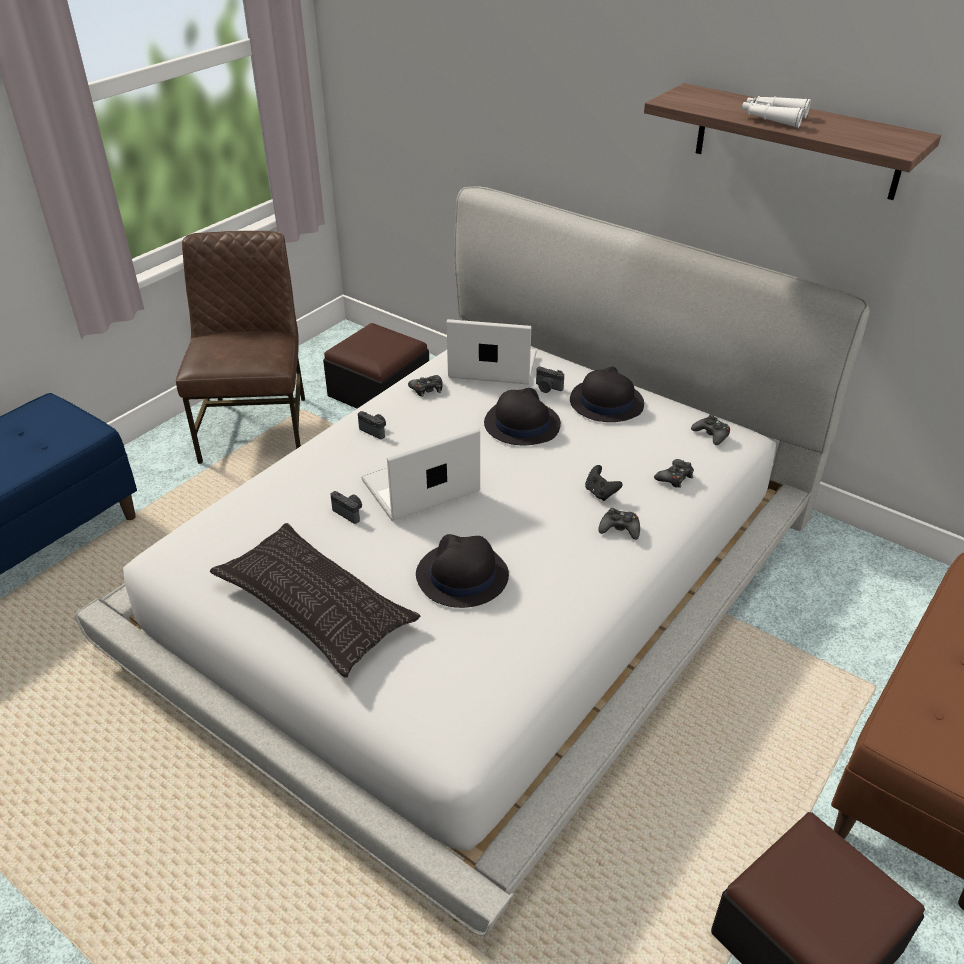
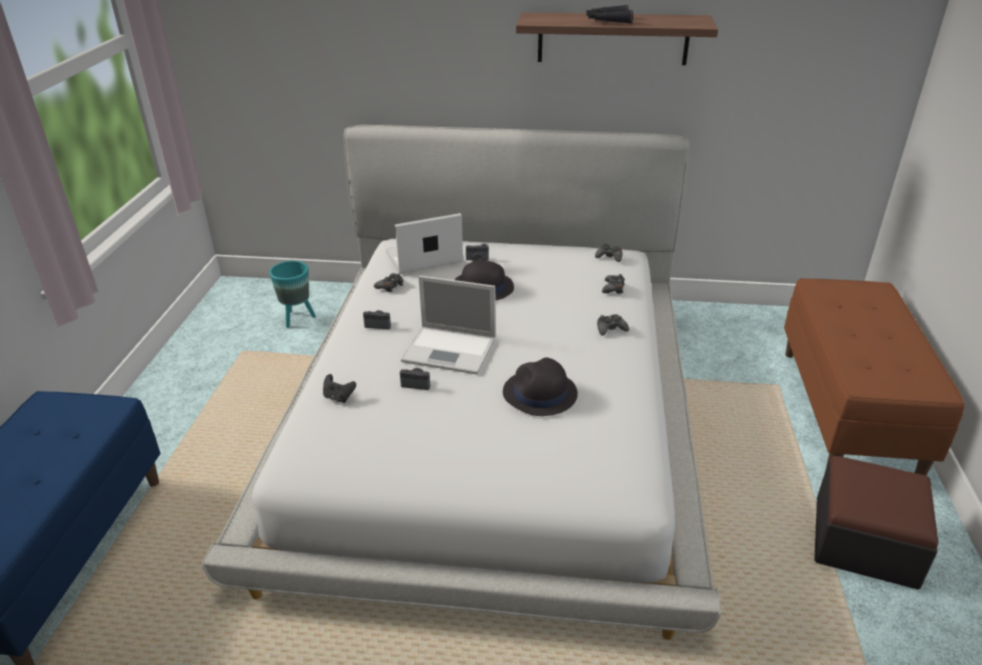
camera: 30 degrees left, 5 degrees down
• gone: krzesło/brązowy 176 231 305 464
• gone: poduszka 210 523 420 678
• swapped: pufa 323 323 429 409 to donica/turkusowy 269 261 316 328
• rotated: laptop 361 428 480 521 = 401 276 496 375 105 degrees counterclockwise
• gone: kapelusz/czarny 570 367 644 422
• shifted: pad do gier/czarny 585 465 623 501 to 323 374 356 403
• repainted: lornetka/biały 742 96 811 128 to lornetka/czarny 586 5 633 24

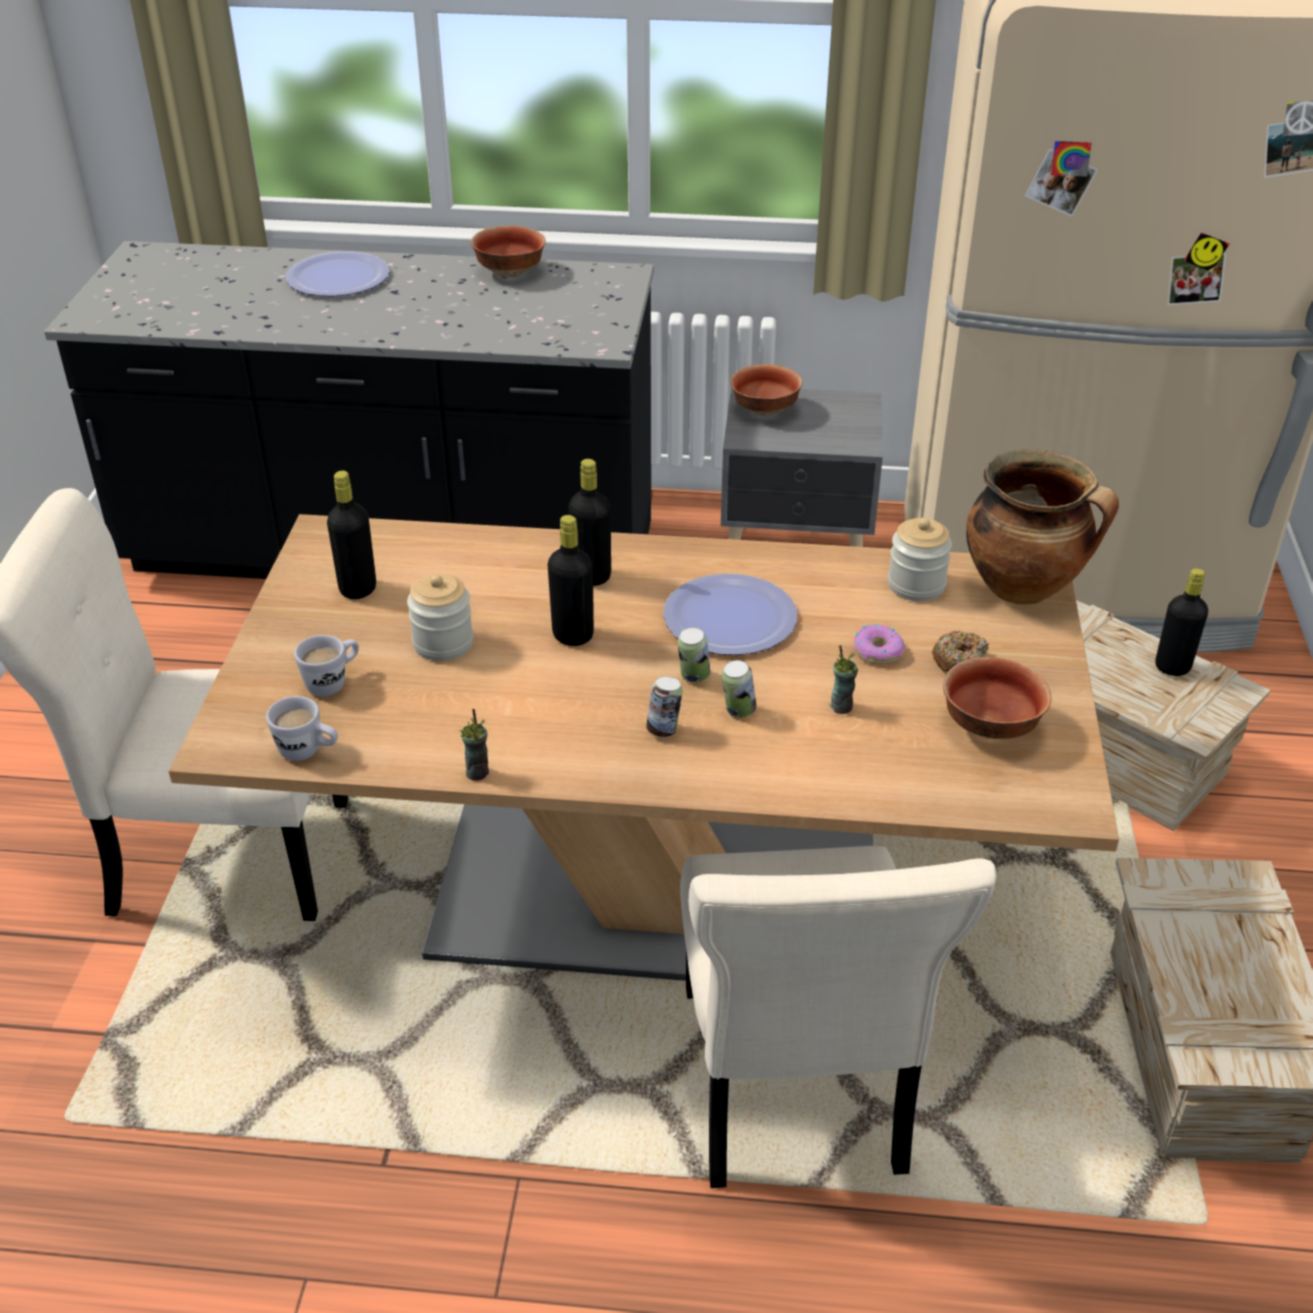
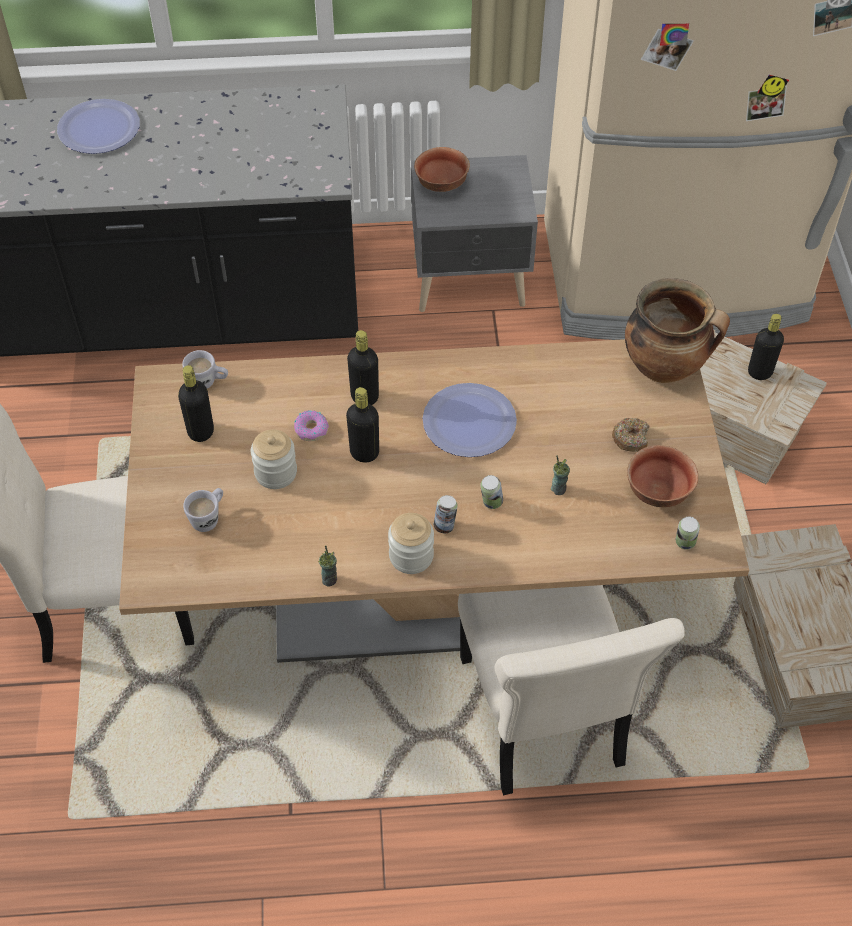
camera: 10 degrees left, 15 degrees up
• shifted: kubek/biały 266 696 338 761 to 182 350 228 389
• gone: miska 471 226 546 278
• shifted: puszka 678 627 710 683 to 676 517 700 550
• shifted: donut 854 624 905 664 to 294 410 329 441
• shifted: słoik 888 518 952 601 to 388 513 434 574

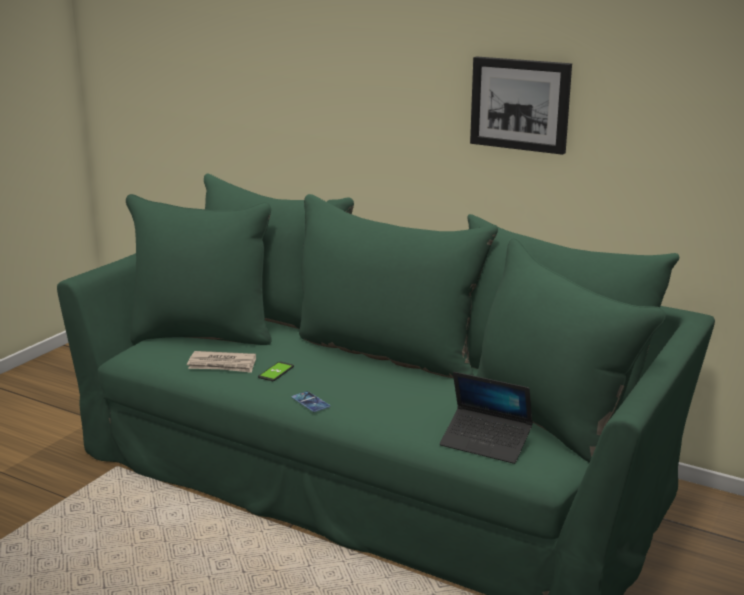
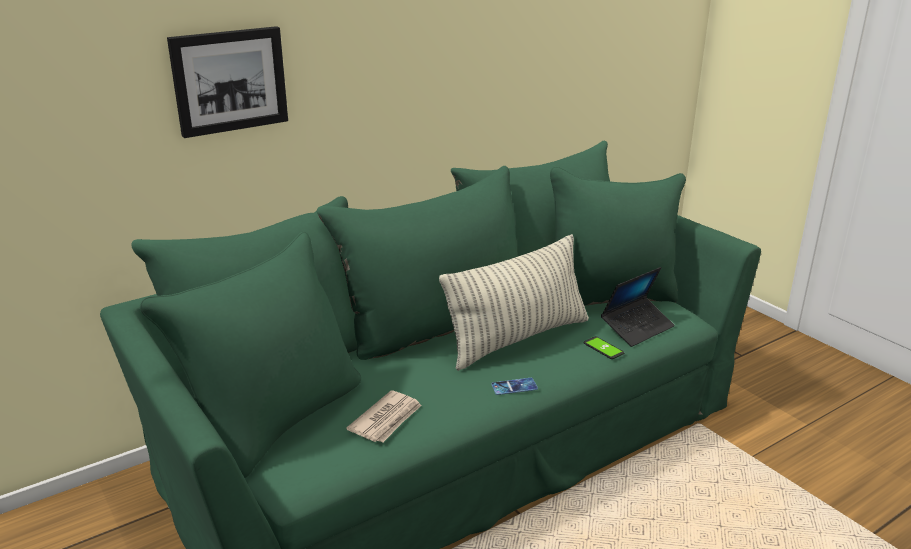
camera: 65 degrees left, 5 degrees up
• shifted: telefon 258 362 294 381 to 583 336 624 359
• shifted: obraz 470 56 572 155 to 167 26 288 138
• new: poduszka 439 234 589 371

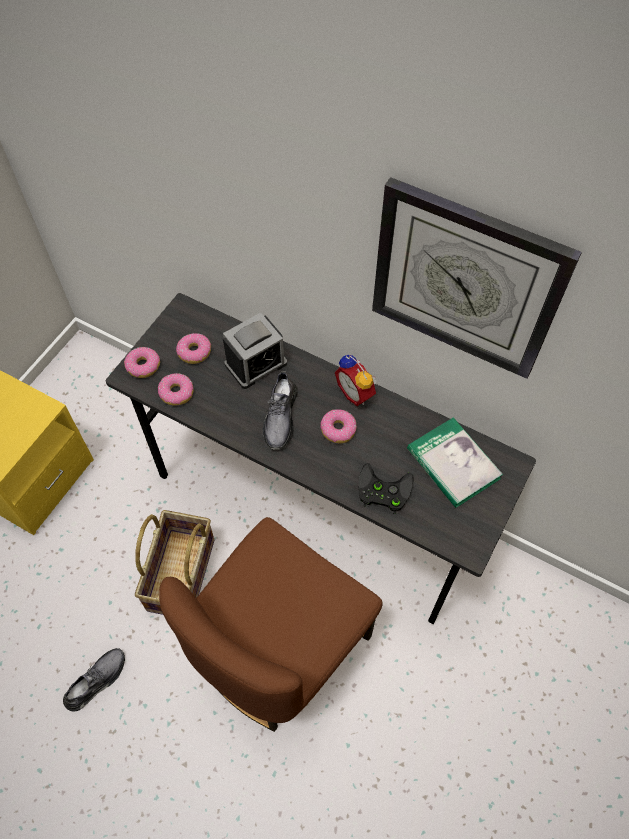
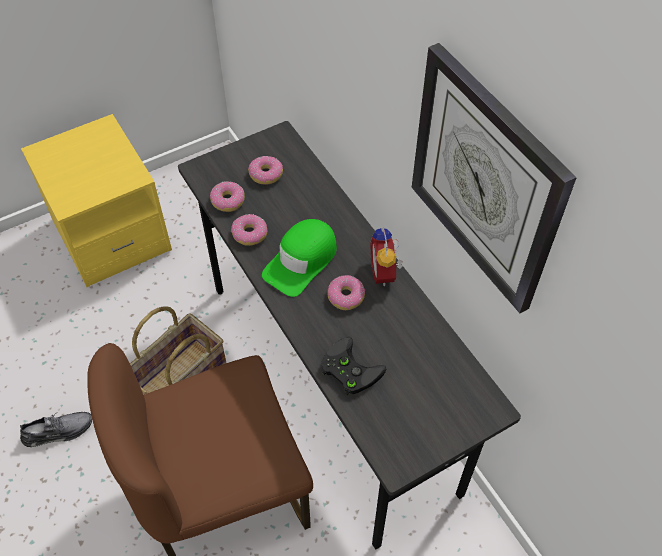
camera: 30 degrees right, 5 degrees down
• shifted: donut 124 347 160 378 to 231 214 268 246
• gone: budzik 223 312 287 389
• swapped: but/szary 262 371 298 450 to czapka z daszkiem/zielony 262 219 337 297
• gone: książka 407 417 503 508

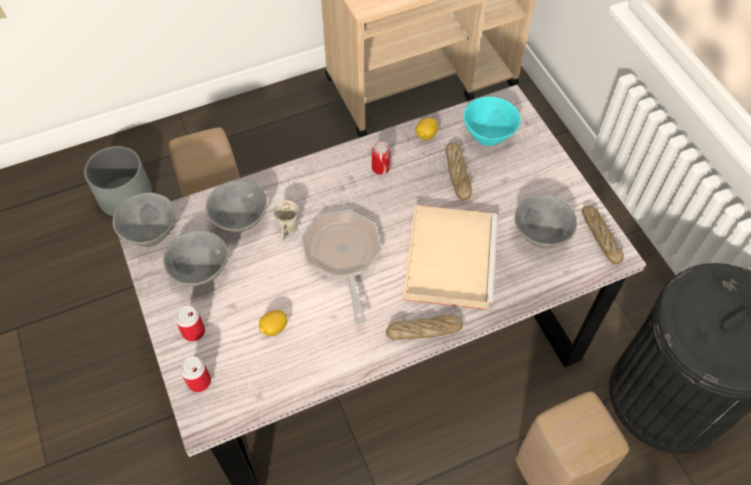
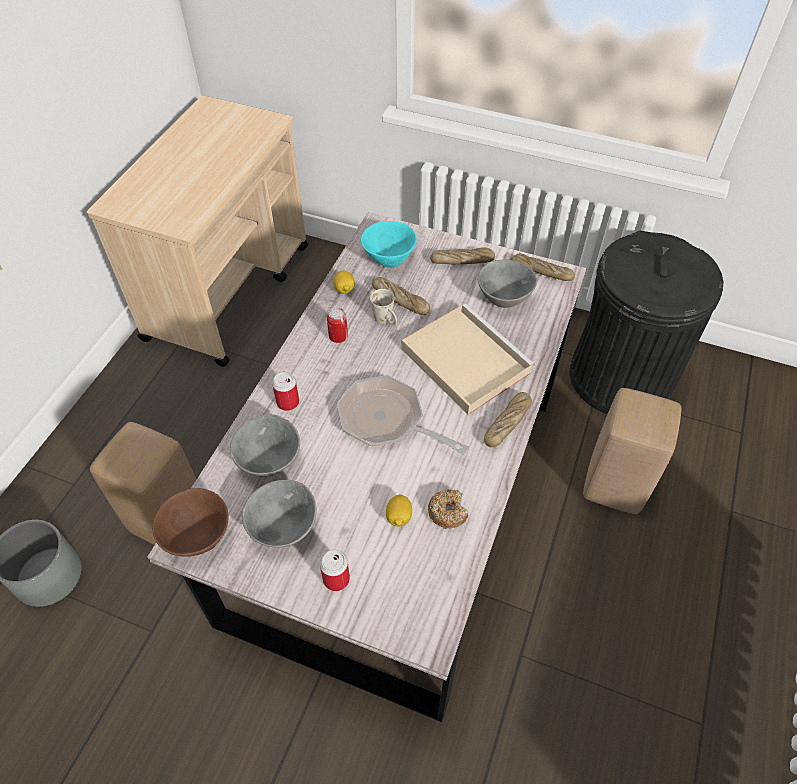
camera: 45 degrees left, 5 degrees down
• repainted: miska/szary 113 193 175 247 to miska/brązowy 152 488 229 556
• shifted: puszka 180 356 211 392 to 272 372 299 411
• shifted: kubek/biały 273 200 298 241 to 370 289 397 325
• new: donut 428 489 468 529
• new: chleb 430 247 495 264

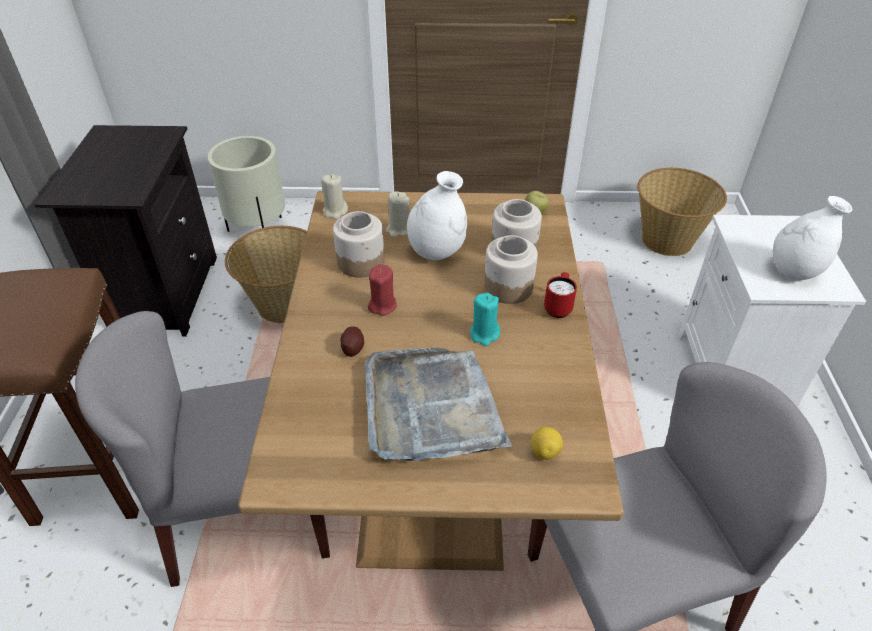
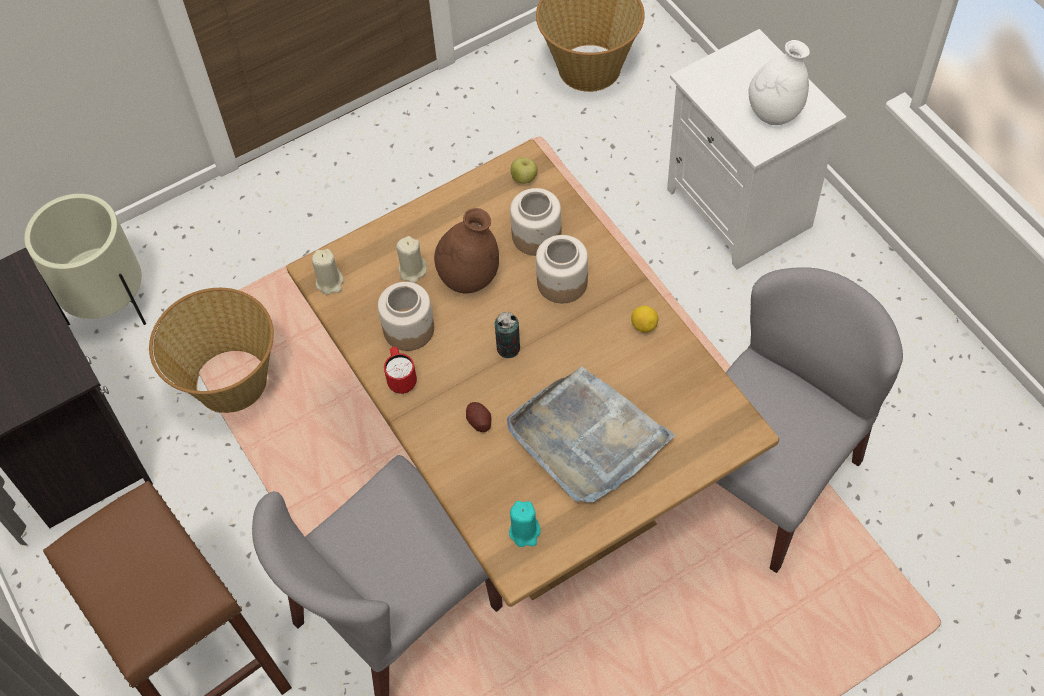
camera: 30 degrees left, 15 degrees up
• gone: świeca/czerwony 368 264 397 316
• repainted: wazon/biały 407 171 467 260 to wazon/brązowy 434 208 499 293
• shifted: świeca/turkusowy 470 292 500 346 to 509 501 541 547
• shifted: cytryna 531 427 563 460 to 631 306 658 333
• shifted: kubek/czerwony 544 272 577 318 to 384 347 417 394
• new: puszka 494 312 520 358

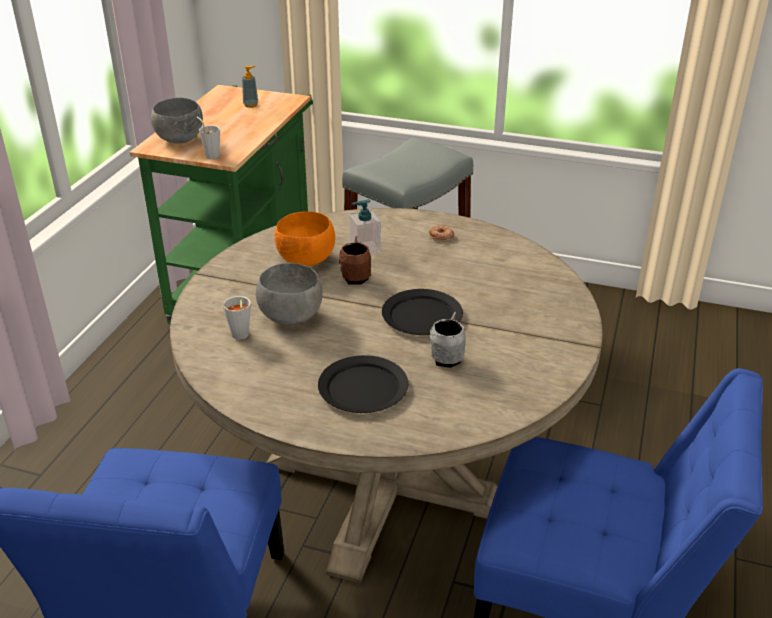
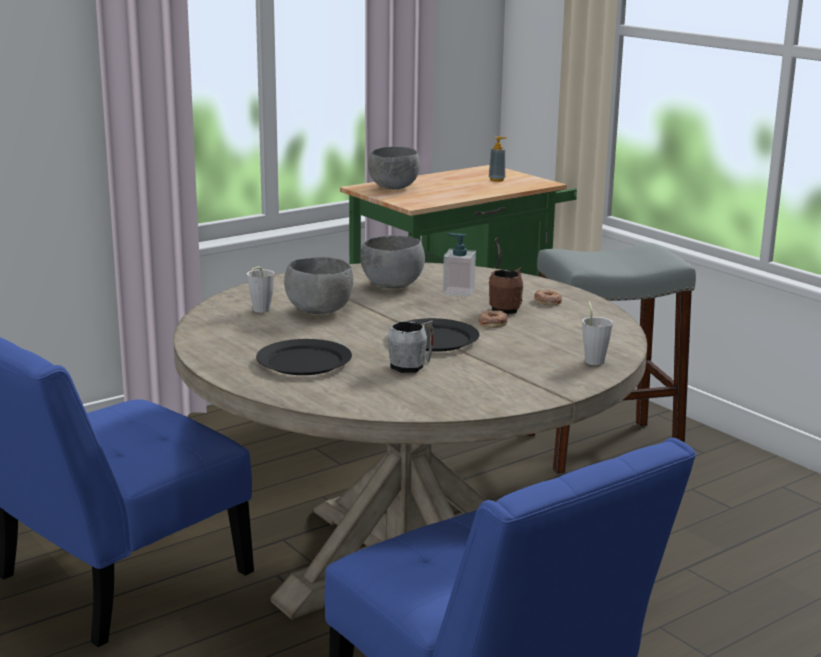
camera: 35 degrees right, 15 degrees down
• shifted: filiżanka/szary 197 117 220 159 to 582 302 613 365
• repainted: miska/pomarańczowy 275 211 335 266 to miska/szary 360 235 425 289
• shifted: kubek/brązowy 339 236 371 285 to 489 268 523 314
• new: donut 478 310 508 328

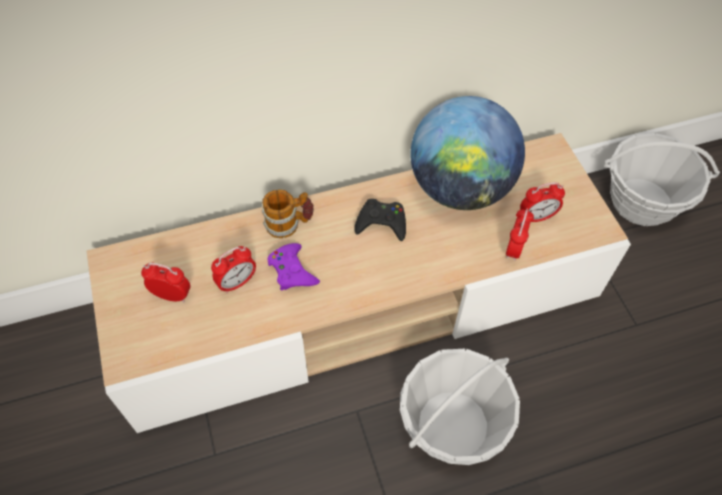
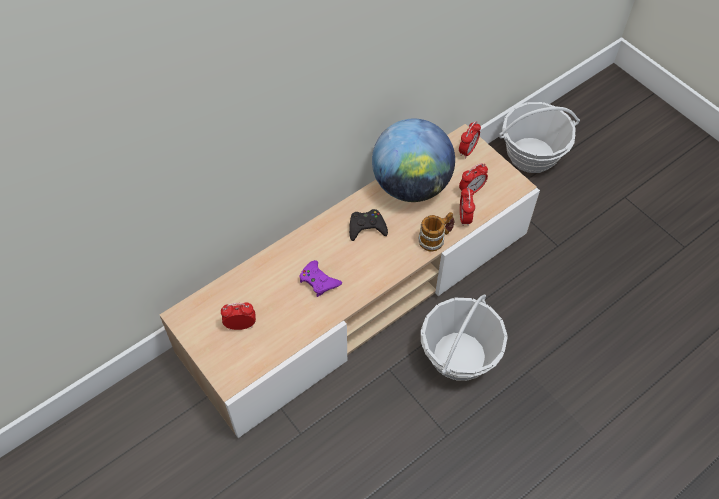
camera: 20 degrees left, 0 degrees up
• shifted: budzik 211 246 256 293 to 459 121 481 158
• shifted: kubek 262 189 314 238 to 419 212 454 252

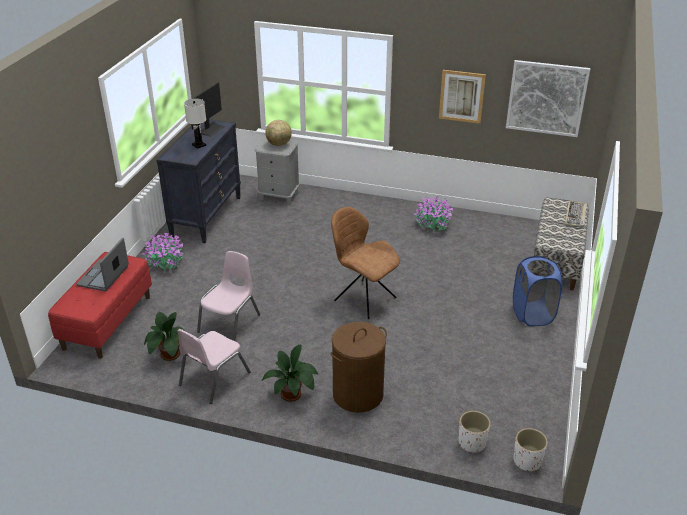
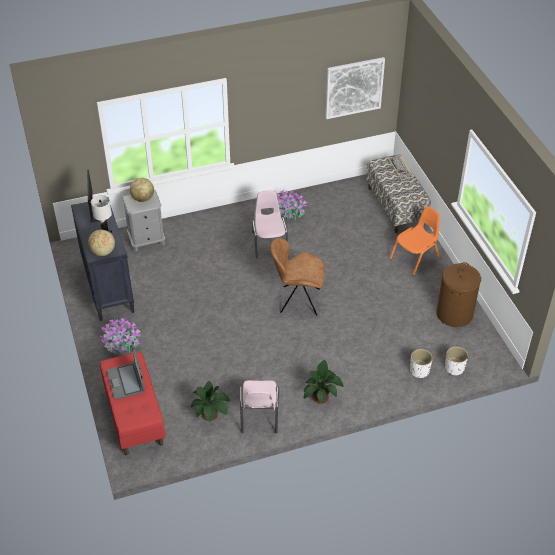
camera: 35 degrees left, 10 degrees up
• shifted: krzesło/różowy 197 251 261 341 to 252 191 288 259
• shifted: kosz na pranie/brązowy 331 322 387 413 to 437 262 481 327
• gone: obraz 439 70 486 124
• swapped: kosz na pranie/niebieski 513 256 562 326 to krzesło/pomarańczowy 390 206 440 276
• shifted: donica/biały 514 428 548 472 to 410 349 433 378
• new: globus 88 230 115 256

